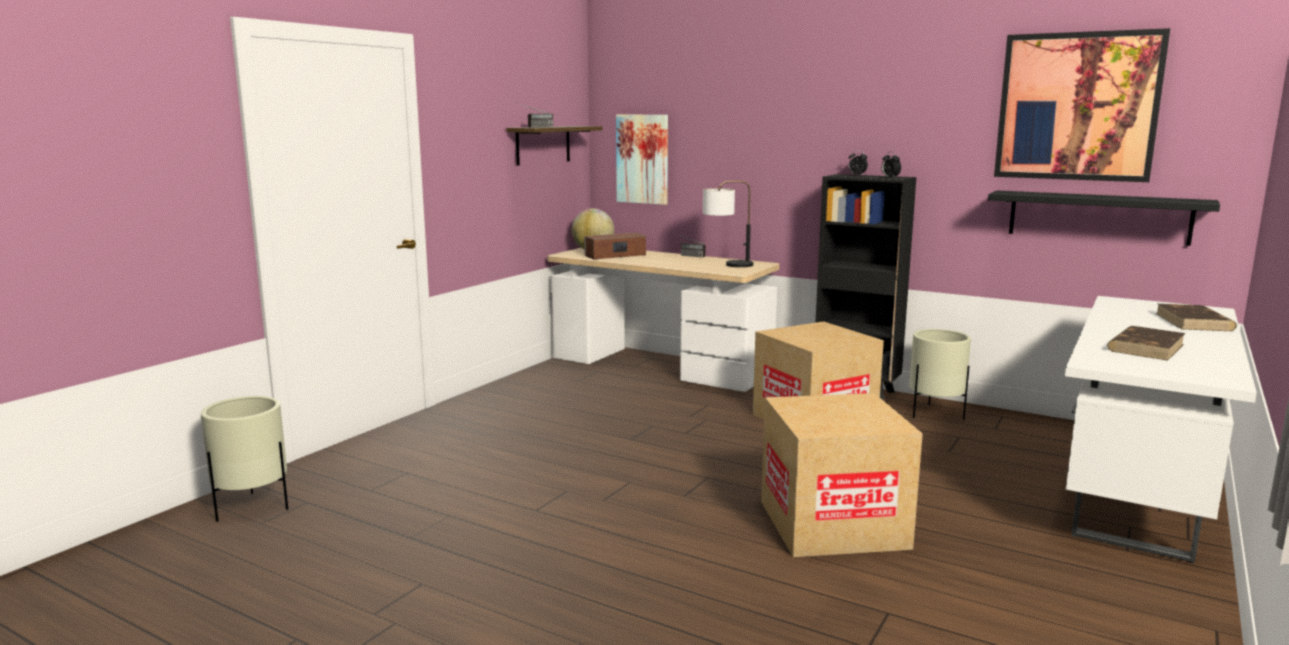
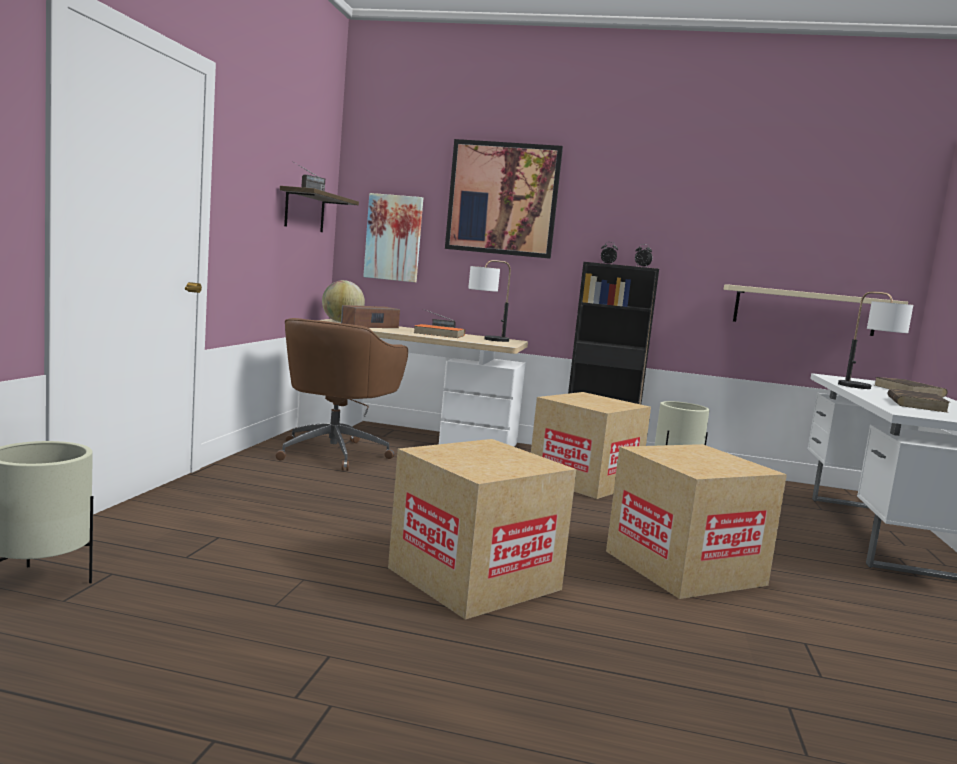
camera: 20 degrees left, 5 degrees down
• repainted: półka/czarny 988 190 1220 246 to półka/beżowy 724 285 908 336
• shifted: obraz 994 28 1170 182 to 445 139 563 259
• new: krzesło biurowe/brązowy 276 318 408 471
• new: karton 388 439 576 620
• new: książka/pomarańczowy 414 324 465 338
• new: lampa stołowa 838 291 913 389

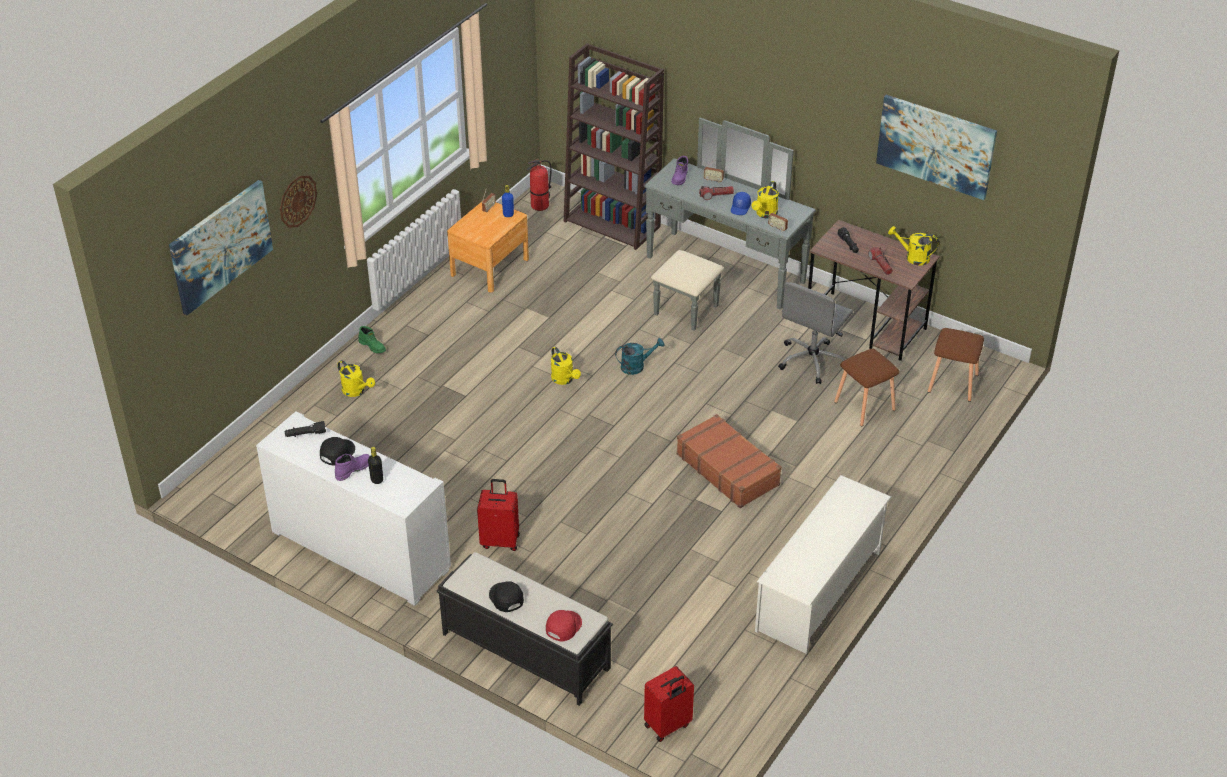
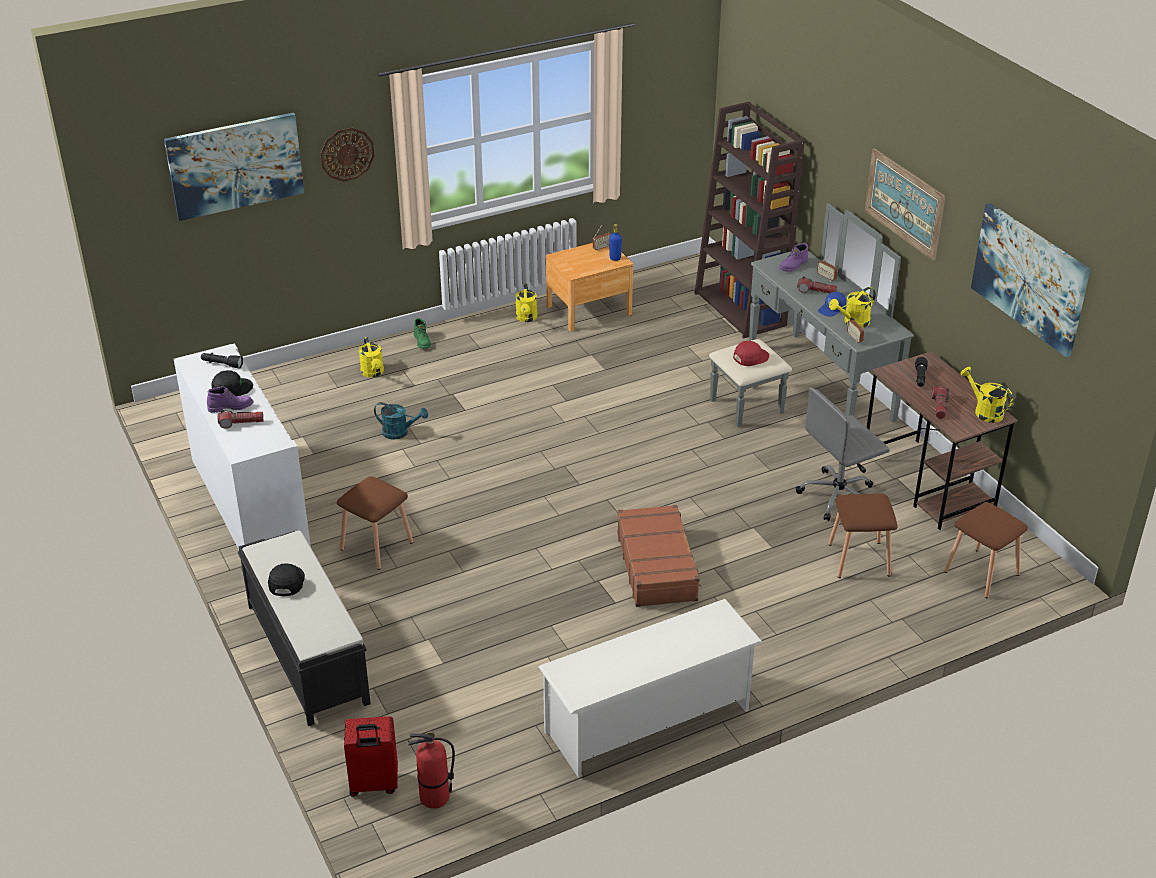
camera: 30 degrees right, 5 degrees down
• swapped: butelka/czarny 368 447 383 484 to latarka 218 410 263 429
• swapped: walizka/czerwony 477 479 520 551 to stołek/brązowy 337 476 413 570
• shifted: gaśnica 527 159 552 211 to 408 732 455 808
• shifted: czapka z daszkiem/czerwony 546 610 582 641 to 733 341 769 366
• shifted: konewka/żółty 551 347 581 385 to 515 284 538 322
• shifted: konewka/turkusowy 615 338 664 375 to 374 402 428 440
• new: obraz 865 148 945 261

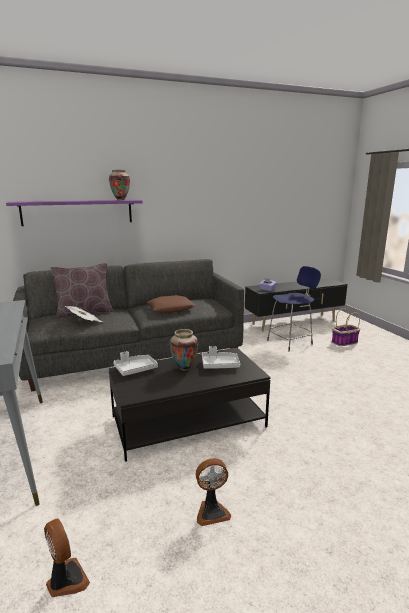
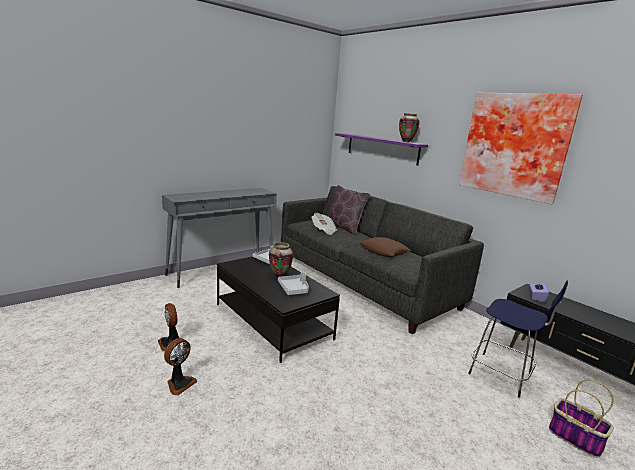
camera: 70 degrees right, 0 degrees up
• shifted: wentylator 44 518 90 597 to 164 338 197 395
• new: obraz 459 93 583 204

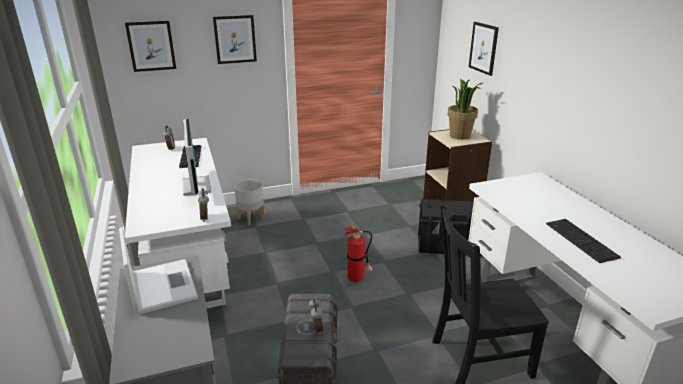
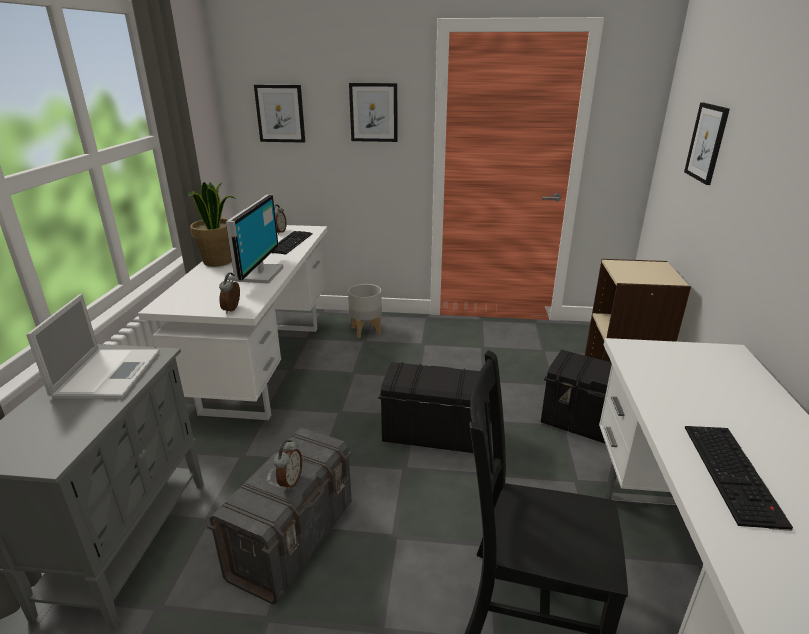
camera: 25 degrees right, 0 degrees up
• swapped: gaśnica 344 224 372 283 to pojemnik do przechowywania/czarny 378 362 491 453
• shifted: roślina doniczkowa 448 79 483 140 to 188 182 235 267

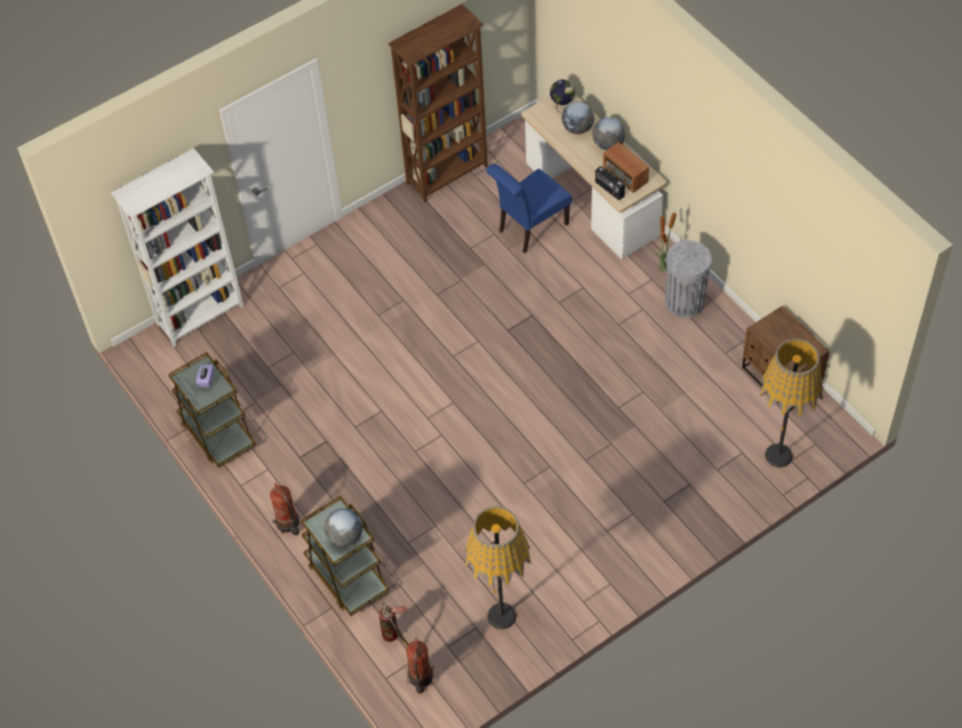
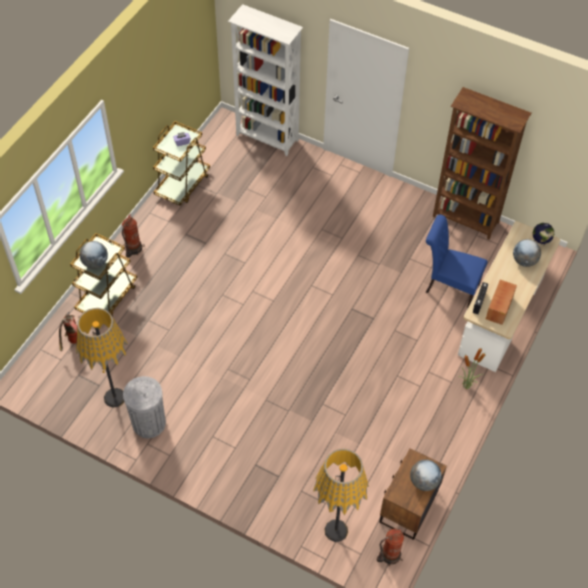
camera: 60 degrees right, 0 degrees up
• shifted: gaśnica 406 638 434 694 to 377 529 404 566
• shifted: globus 592 117 625 150 to 410 460 442 491
• shifted: kosz na śmieci/szary 665 240 712 318 to 123 376 166 438

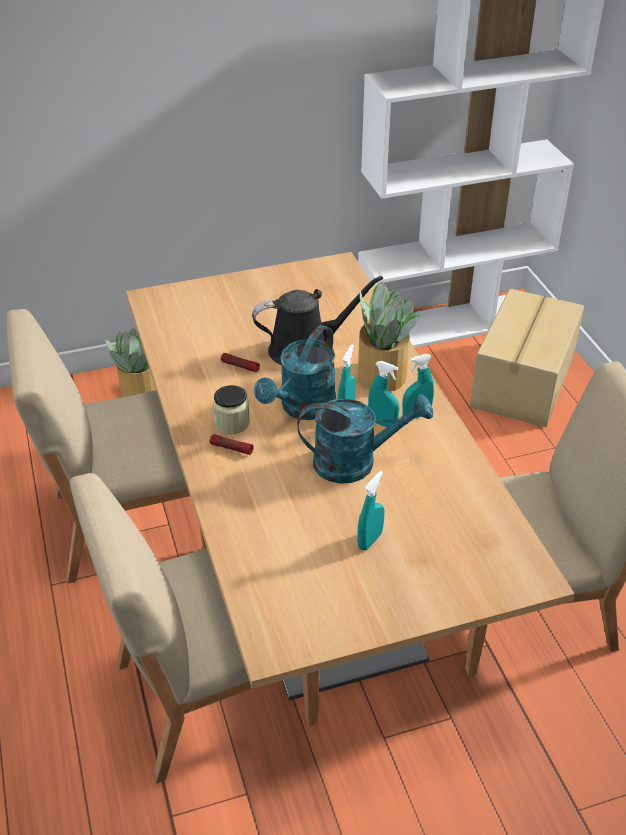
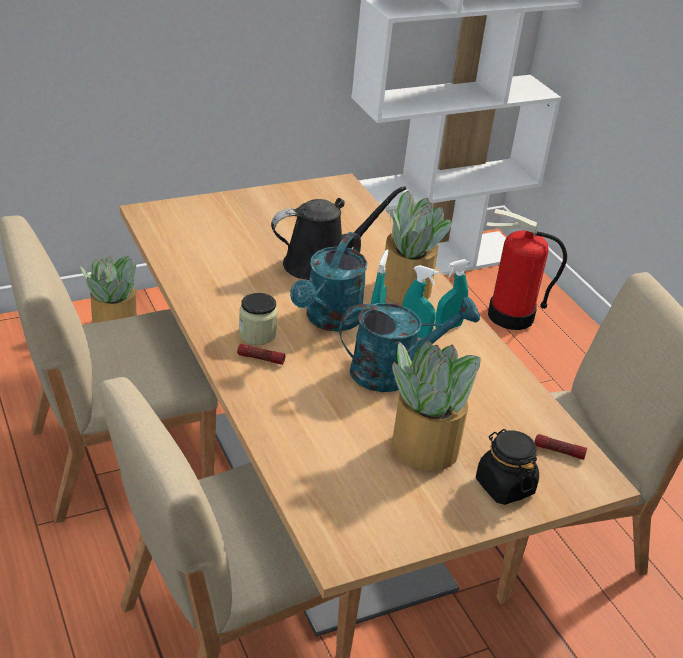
camera: 10 degrees left, 5 degrees down
• shifted: latarka 221 353 260 372 to 534 434 587 460
• swapped: spryskiwacz/turkusowy 357 471 384 550 to roślina doniczkowa 392 341 480 471
• swapped: karton 470 289 584 427 to gaśnica 486 209 567 330
• new: słoik/czarny 476 429 539 505

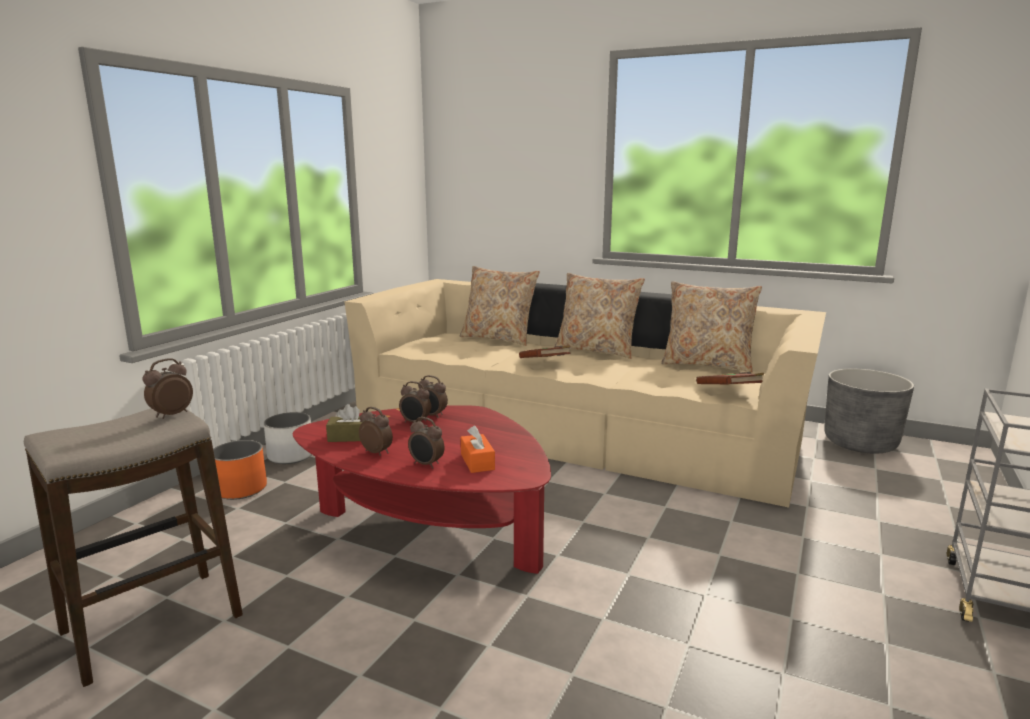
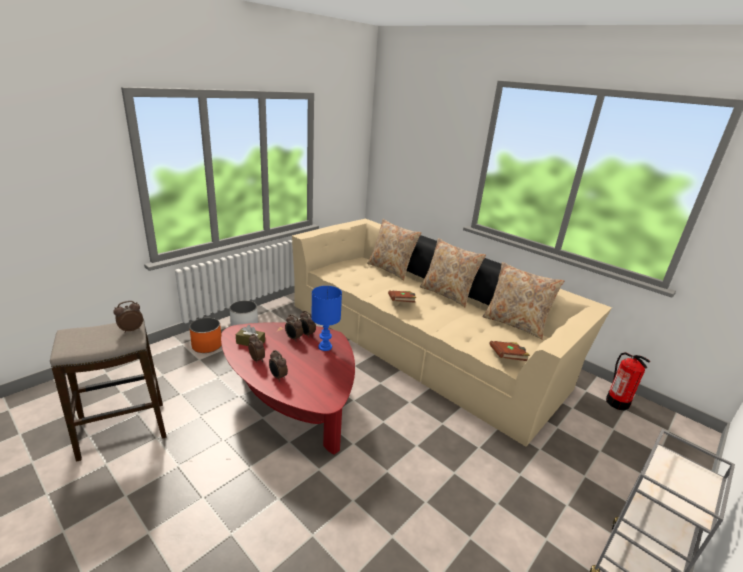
camera: 15 degrees right, 10 degrees up
• gone: pudełko chusteczek/pomarańczowy 461 426 495 473
• swapped: donica/szary 824 369 914 454 to gaśnica 606 352 650 411
• new: lampa stołowa/niebieski 311 286 342 351

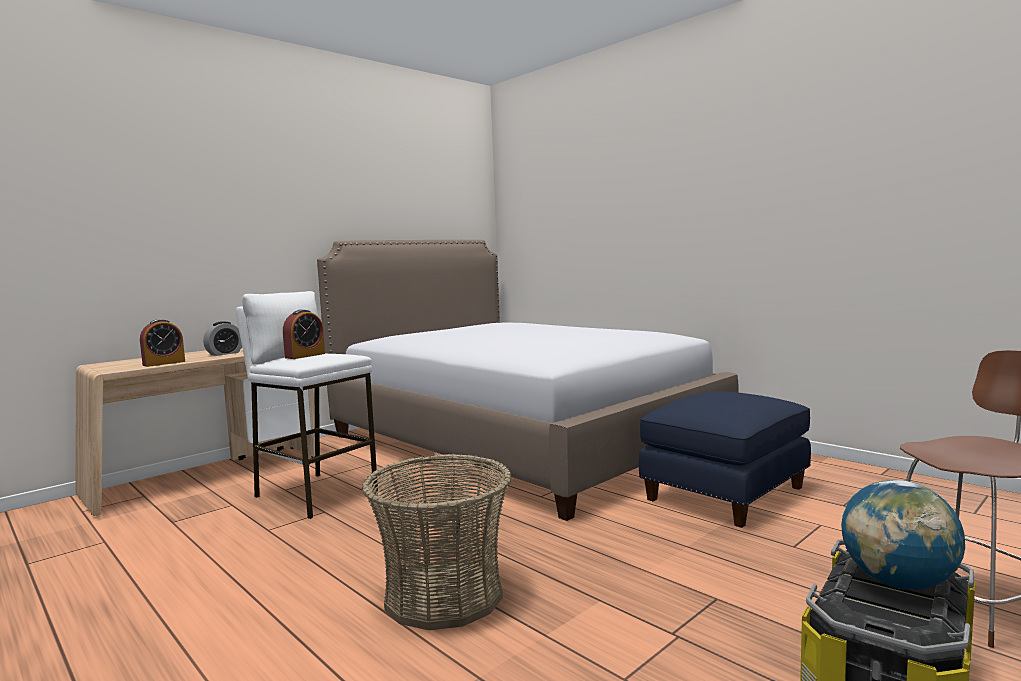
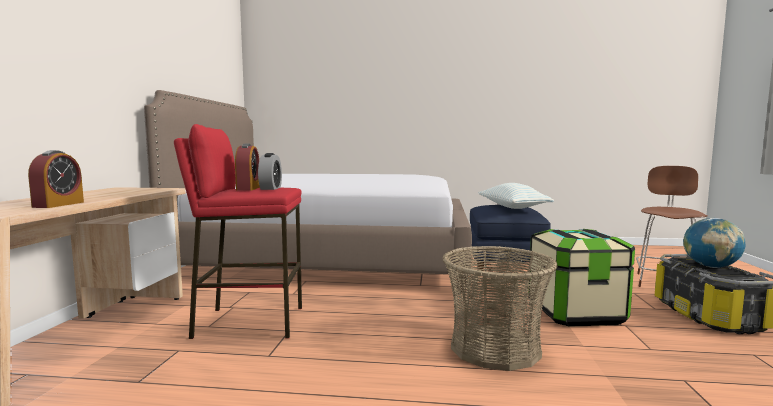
camera: 40 degrees left, 0 degrees up
• shifted: budzik 203 321 242 356 to 258 153 282 190
• repainted: stołek/biały 236 291 378 519 to stołek/czerwony 174 124 302 339
• new: poduszka 478 183 554 209
• new: pojemnik do przechowywania 528 229 635 327

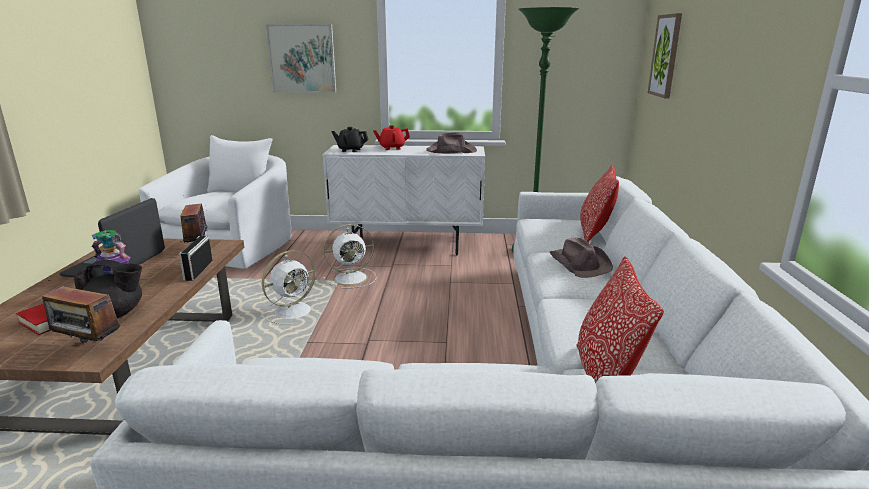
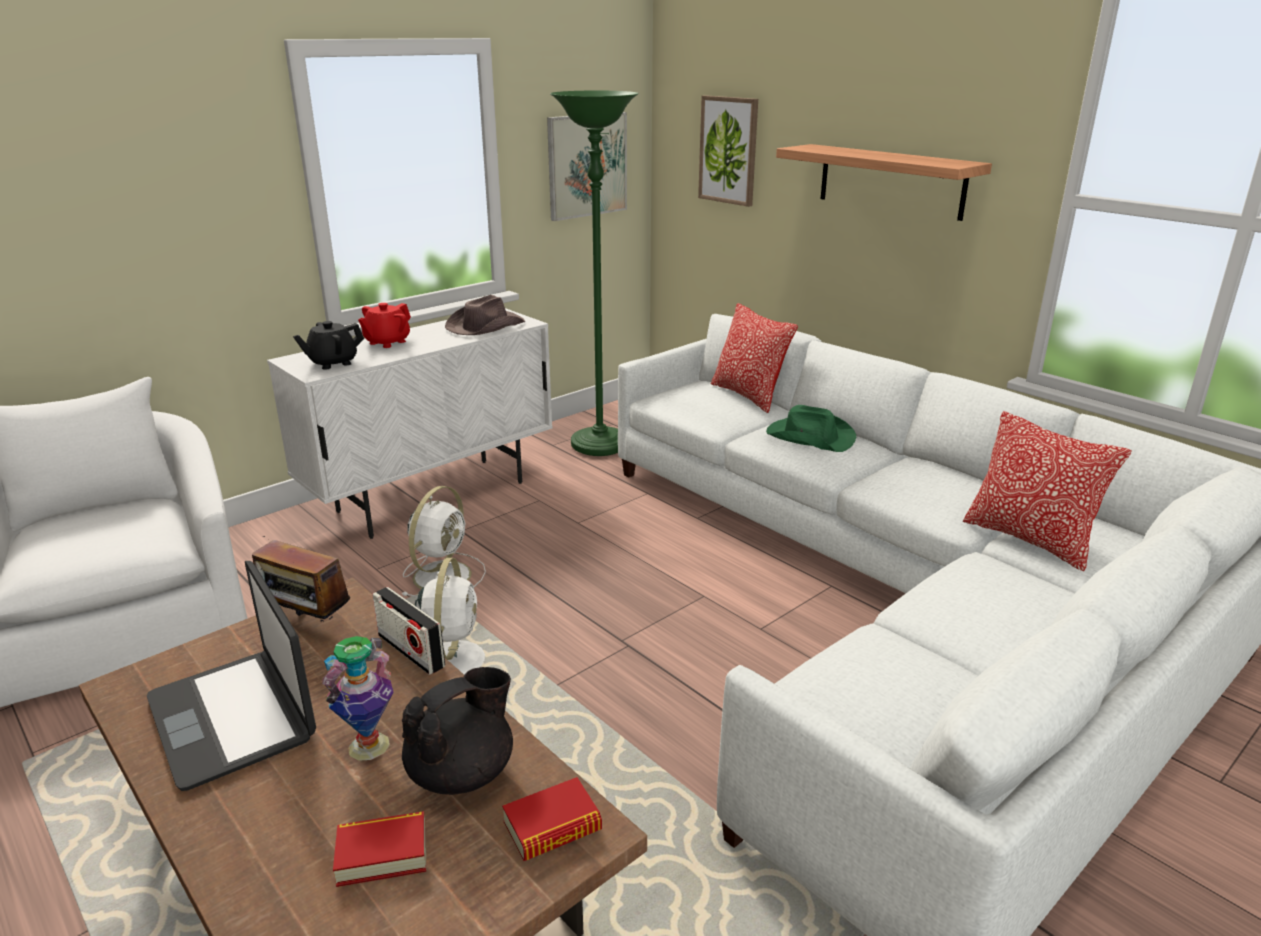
camera: 45 degrees left, 5 degrees up
• swapped: radio 42 280 120 343 to książka 502 777 602 861
• shifted: obraz 266 24 336 93 to 547 112 627 221
• repainted: kapelusz/brązowy 549 237 613 278 to kapelusz/zielony 766 405 856 452
• new: półka 776 144 992 221

